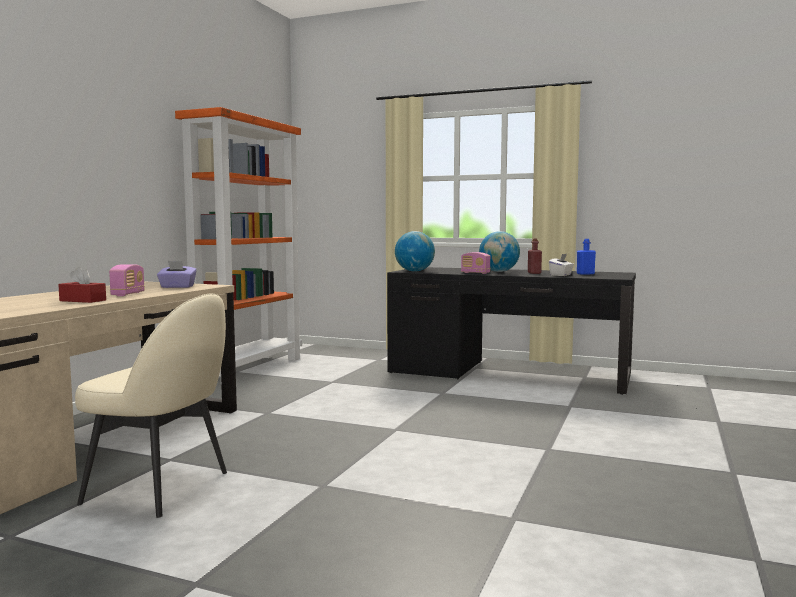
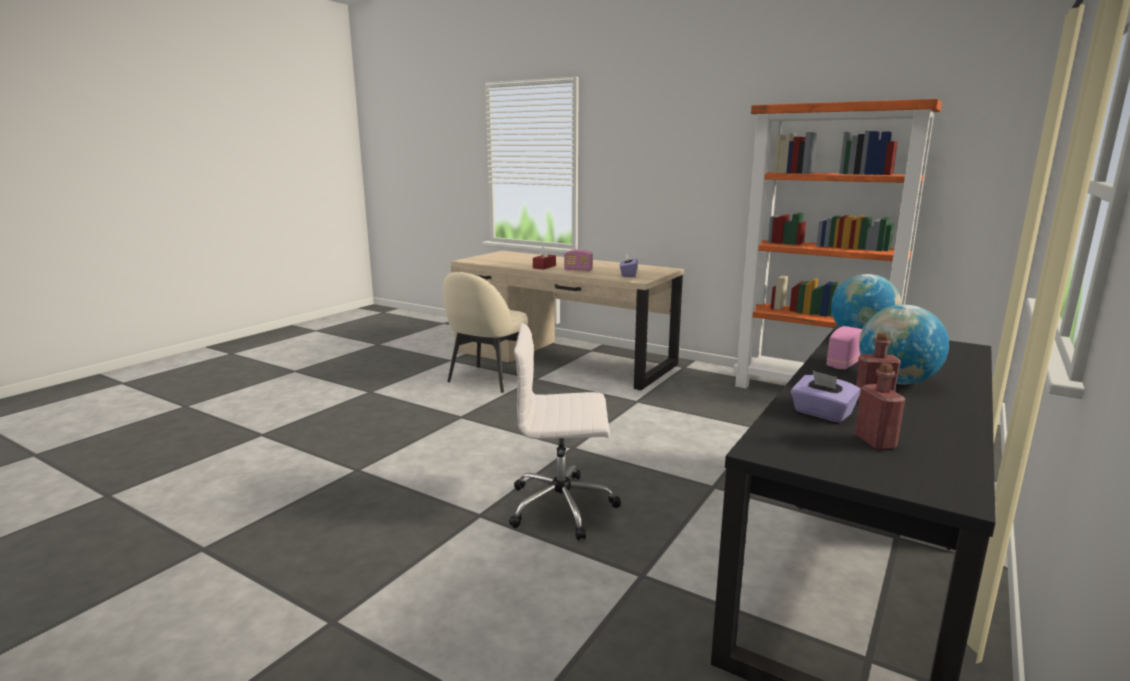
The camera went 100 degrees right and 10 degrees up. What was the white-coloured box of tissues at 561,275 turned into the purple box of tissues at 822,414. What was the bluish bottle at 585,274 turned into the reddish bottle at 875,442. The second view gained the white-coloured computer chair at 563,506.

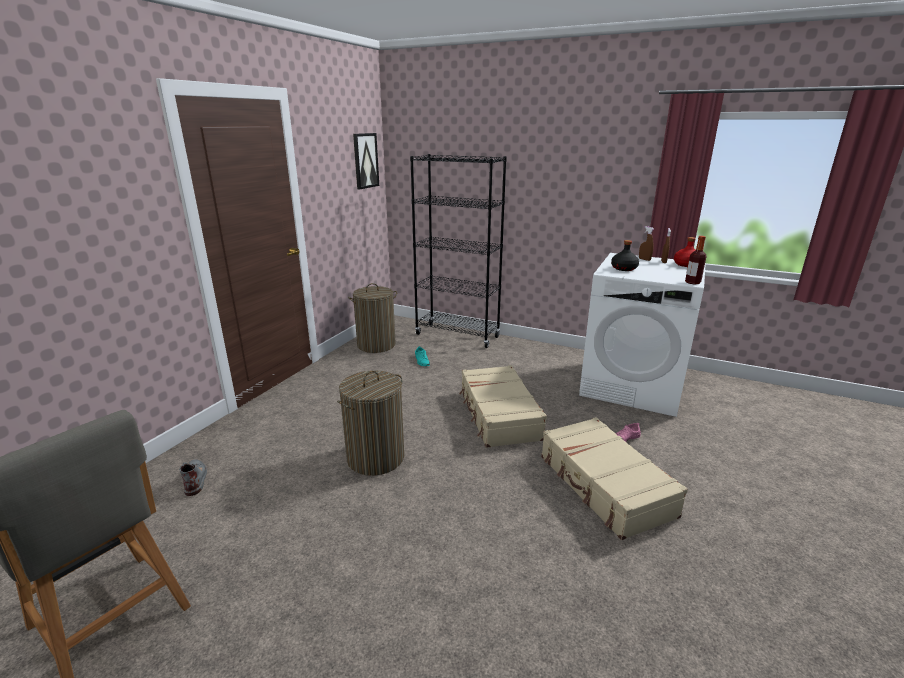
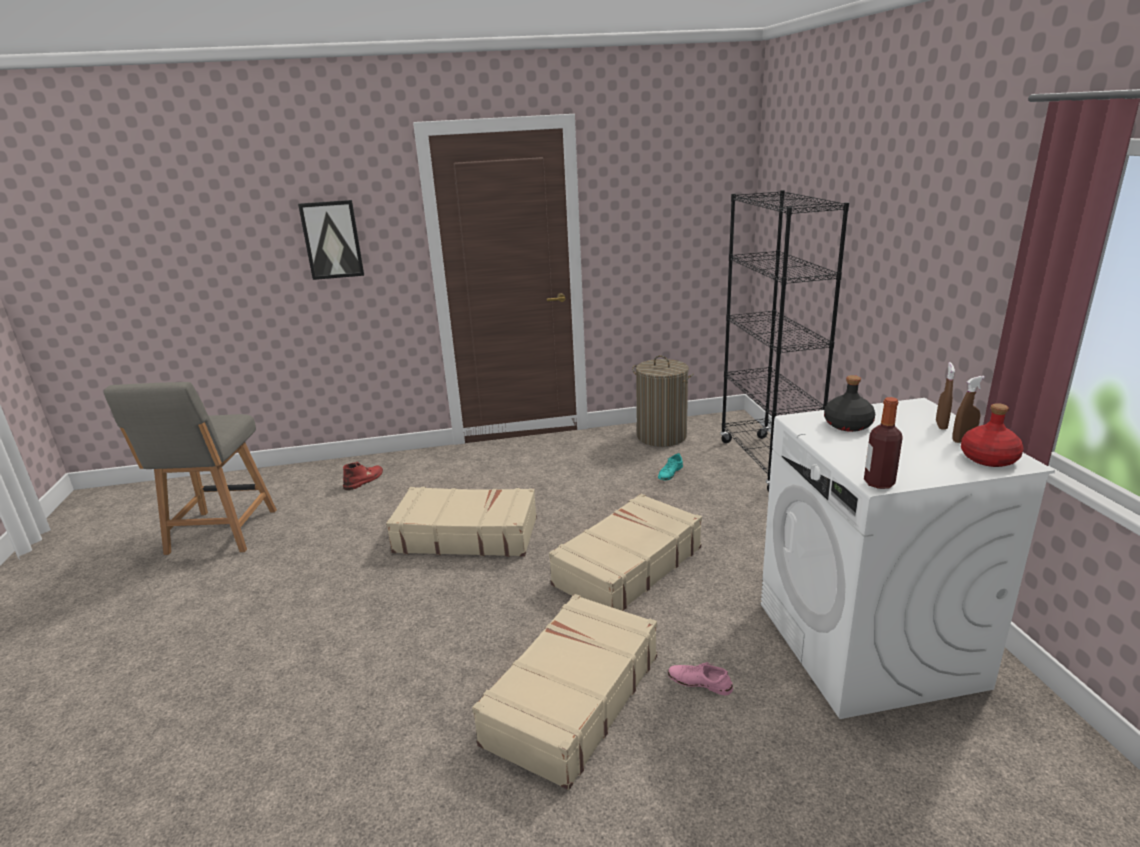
The camera went 55 degrees right and 0 degrees up. What was the gray high-top boot at 195,478 turned into the reddish high-top boot at 364,480. Where the hamper stood at 375,458, the sand-coloured piece of luggage came to stand at 466,534. The wall picture ended up elsewhere, having gone from 365,160 to 332,240.

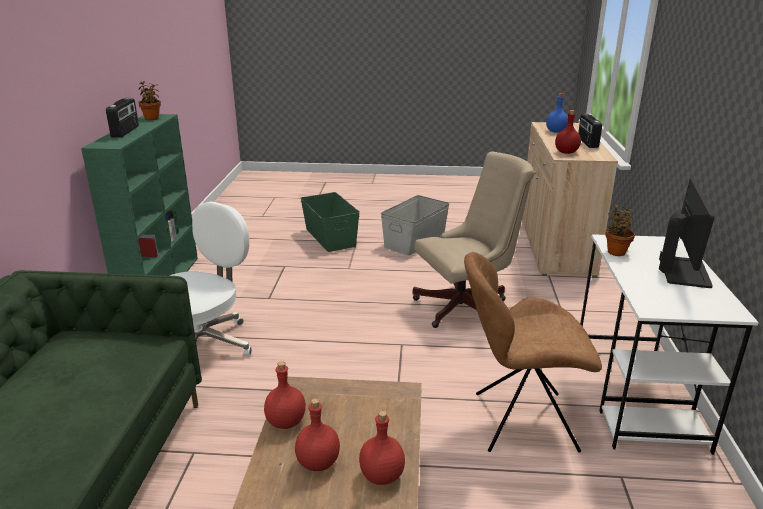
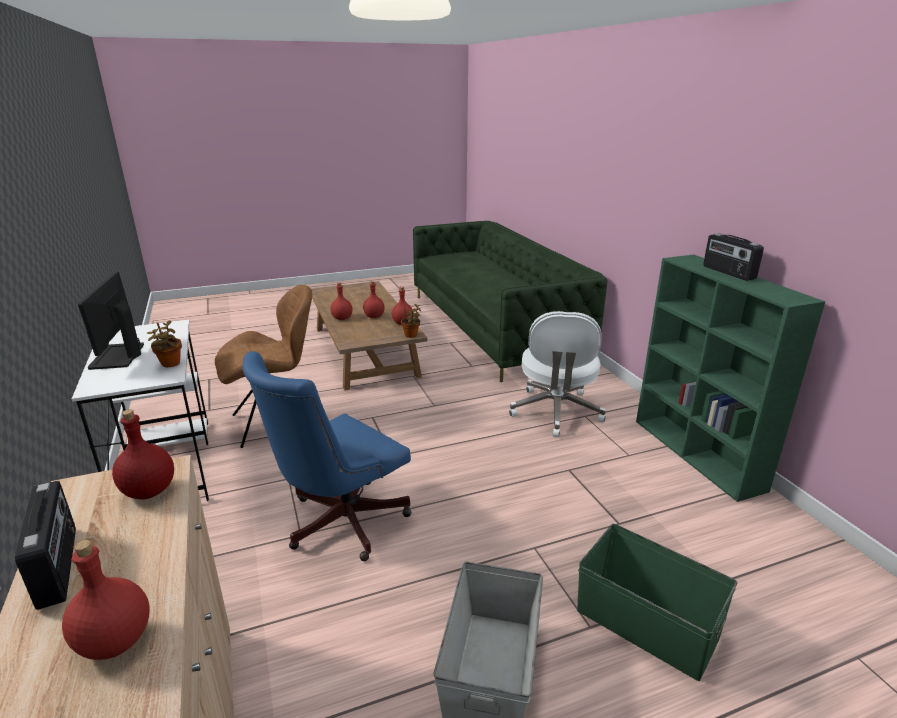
The camera went 155 degrees right and 0 degrees up. The houseplant ended up elsewhere, having gone from 152,118 to 411,335. What was the sand-coloured computer chair at 467,307 turned into the bluish computer chair at 339,523. What was the bluish bottle at 555,131 turned into the reddish bottle at 117,640.

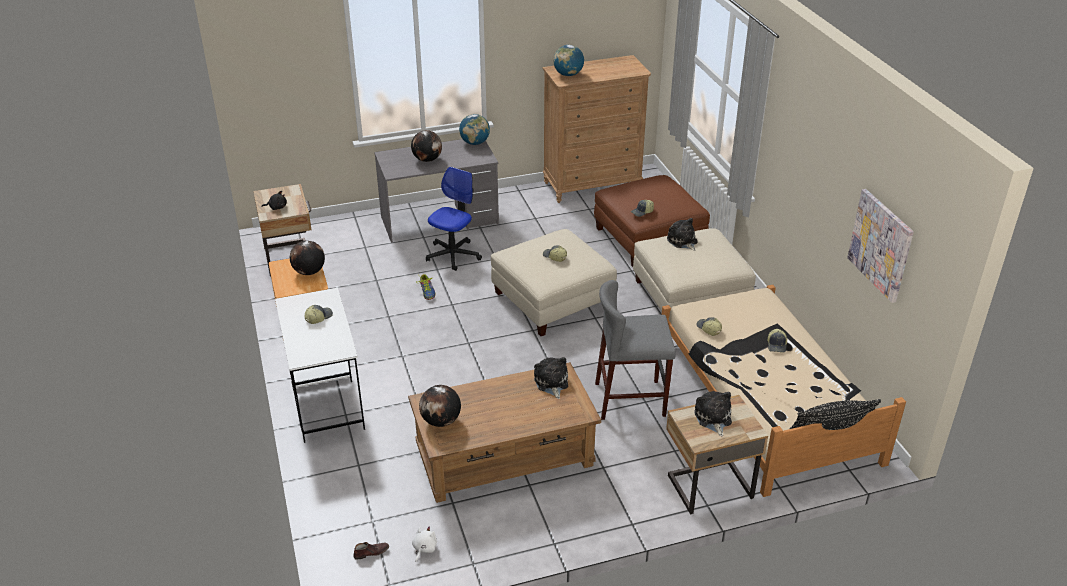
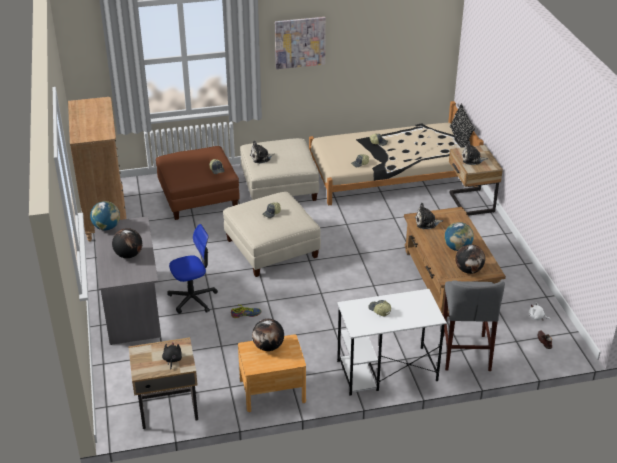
The camera went 85 degrees left and 0 degrees up. The computer chair at 453,255 ended up facing another way, 120 degrees clockwise from before. The globe ended up elsewhere, having gone from 568,74 to 457,248. The gray stool ended up elsewhere, having gone from 630,399 to 465,352. The wall picture ended up elsewhere, having gone from 881,245 to 300,42.

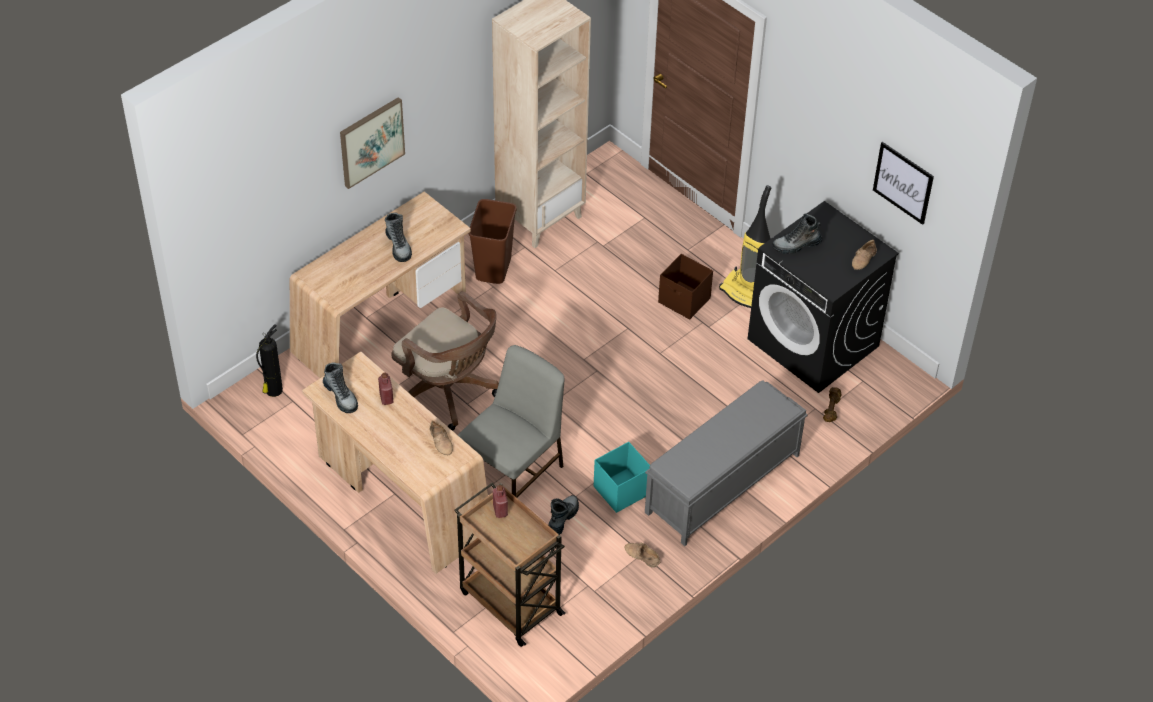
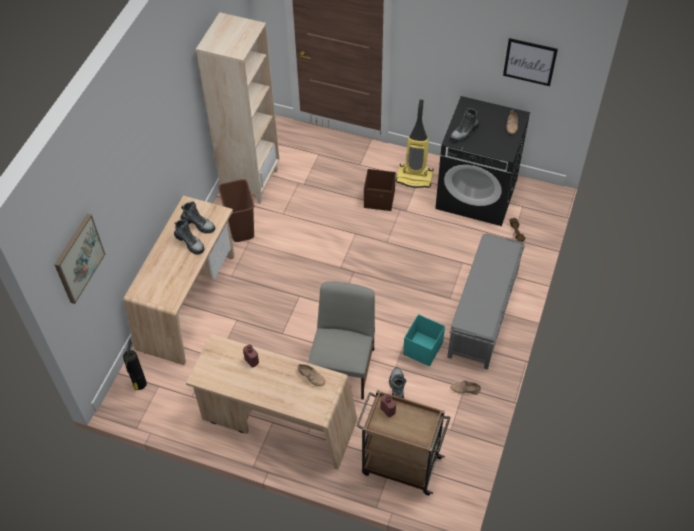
The camera went 25 degrees left and 5 degrees up. The high-top boot ended up elsewhere, having gone from 341,396 to 198,224. The wall picture ended up elsewhere, having gone from 371,141 to 78,258. The second view lost the brown computer chair at 448,393.

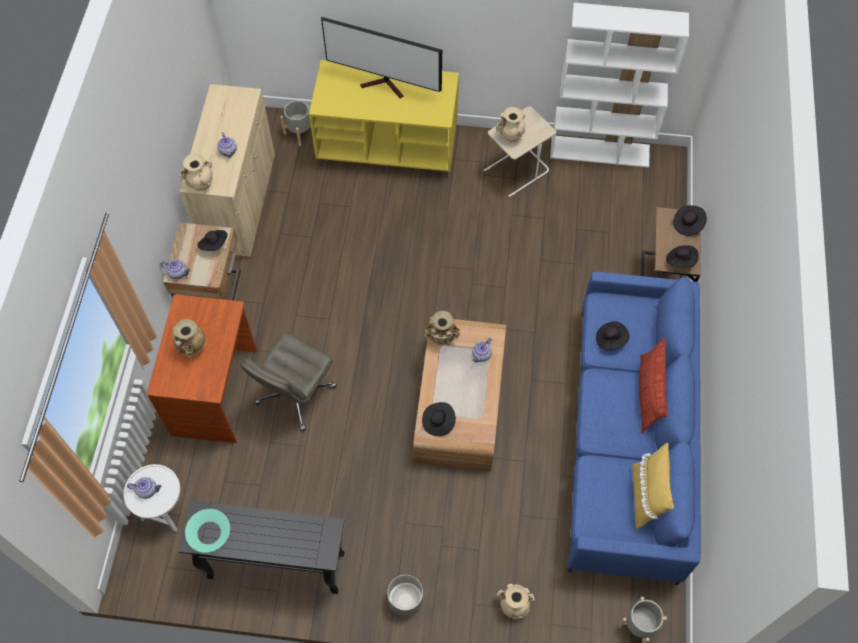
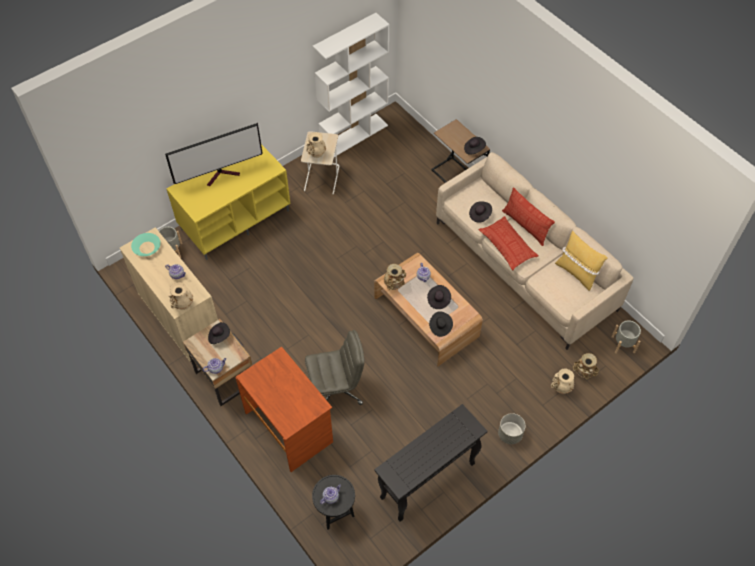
The camera went 45 degrees left and 5 degrees down. What was the white-coloured side table at 165,510 turned into the blackish side table at 335,511. The sand-coloured decorative vase ended up elsewhere, having gone from 192,348 to 583,374. The blue-green deep dish ended up elsewhere, having gone from 209,532 to 147,247. The gray computer chair at 295,395 ended up facing another way, 90 degrees counterclockwise from before. What was the bluish couch at 626,440 turned into the sand-coloured couch at 524,266. The blackish hat ended up elsewhere, having gone from 687,224 to 438,300. The second view gained the cushion at 507,245.

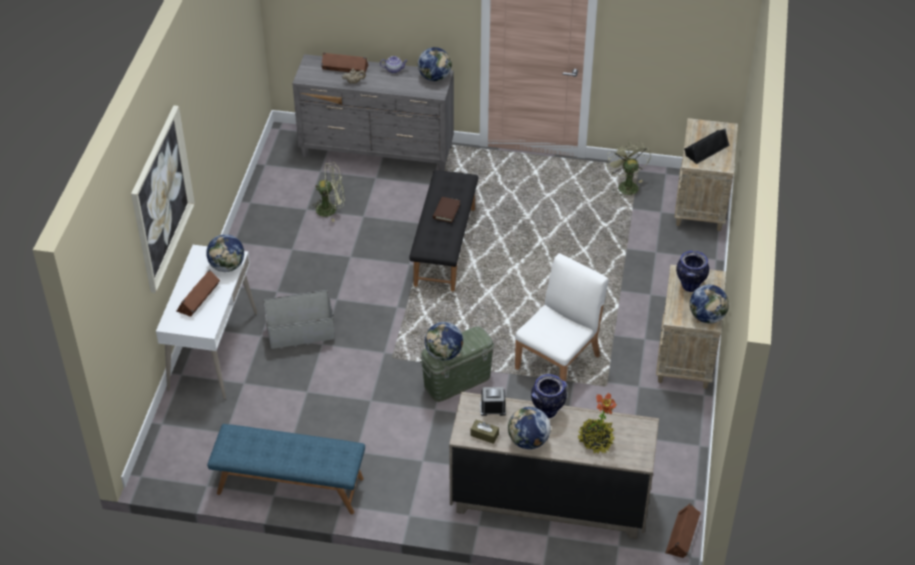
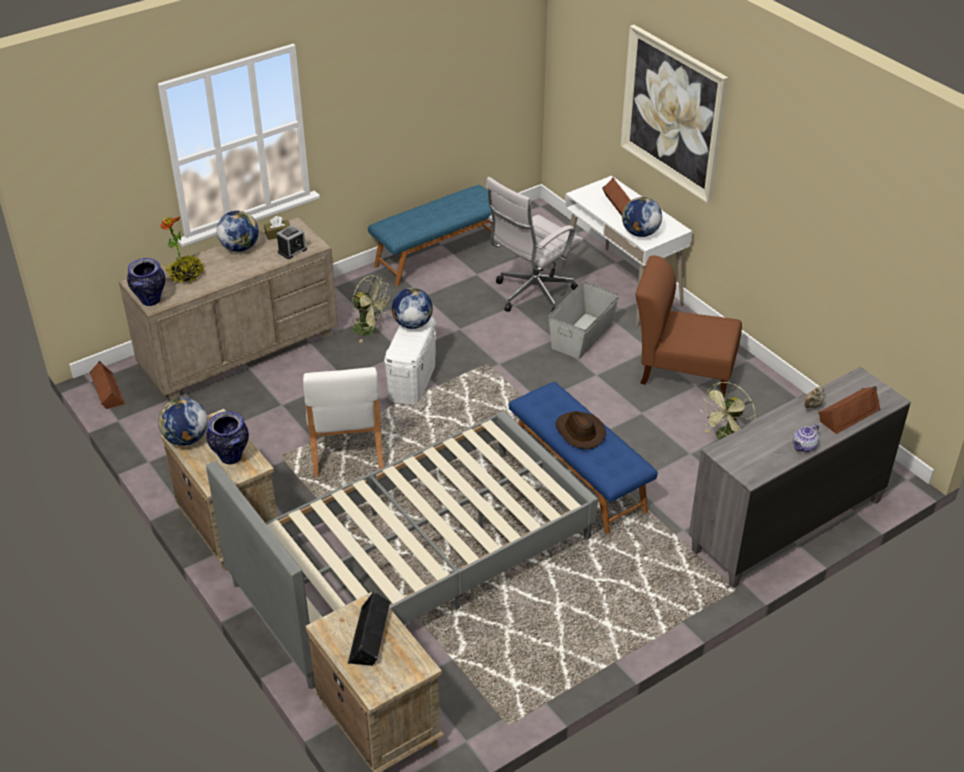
The camera went 135 degrees right and 5 degrees down. What was the blackish indoor bench at 445,247 turned into the bluish indoor bench at 577,478. The second view lost the globe at 435,77. What was the green storage container at 457,381 turned into the white-coloured storage container at 412,381. Where the brown volume stood at 446,211, the brown hat came to stand at 579,432. The decorative vase ended up elsewhere, having gone from 547,411 to 150,301. The green electric fan ended up elsewhere, having gone from 625,185 to 370,330. The second view gained the gray bed at 414,561. The second view gained the white-coloured computer chair at 531,295. The second view gained the brown upright chair at 682,370.

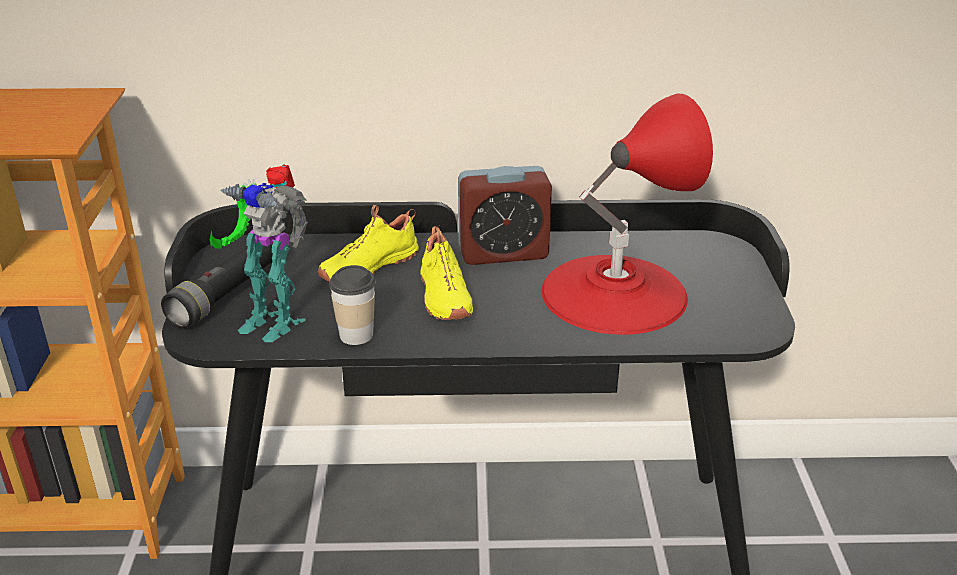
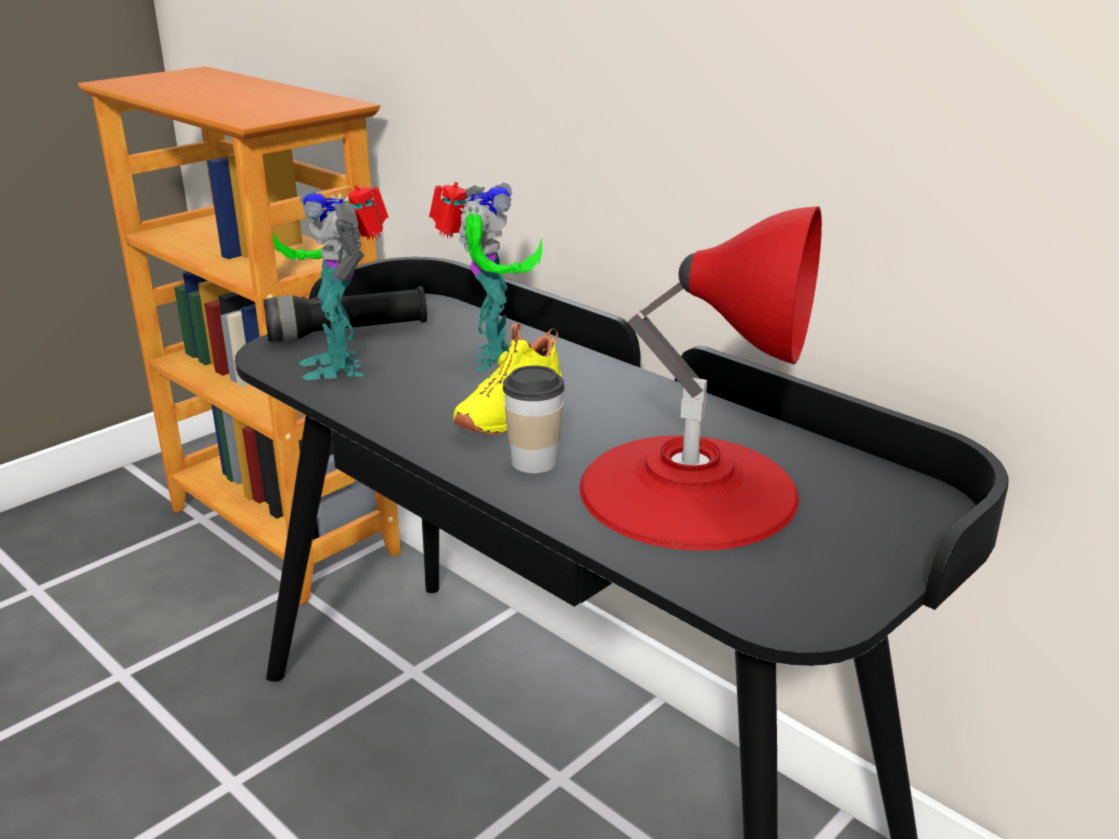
The camera went 45 degrees right and 5 degrees down. Where the yellow-coloured shoe stood at 368,267, the toy robot came to stand at 494,359. The small cup ended up elsewhere, having gone from 356,335 to 534,462. The second view lost the table clock at 503,253.

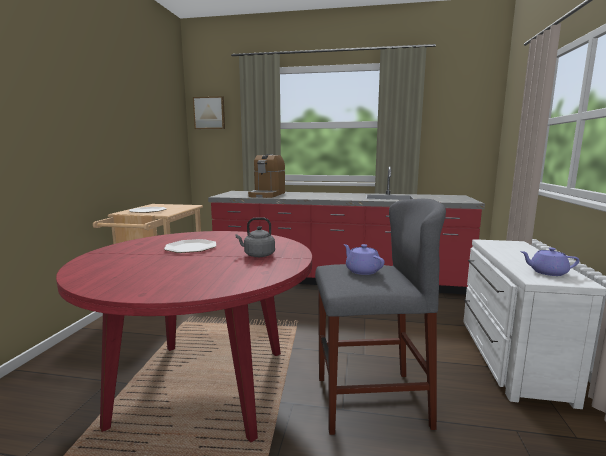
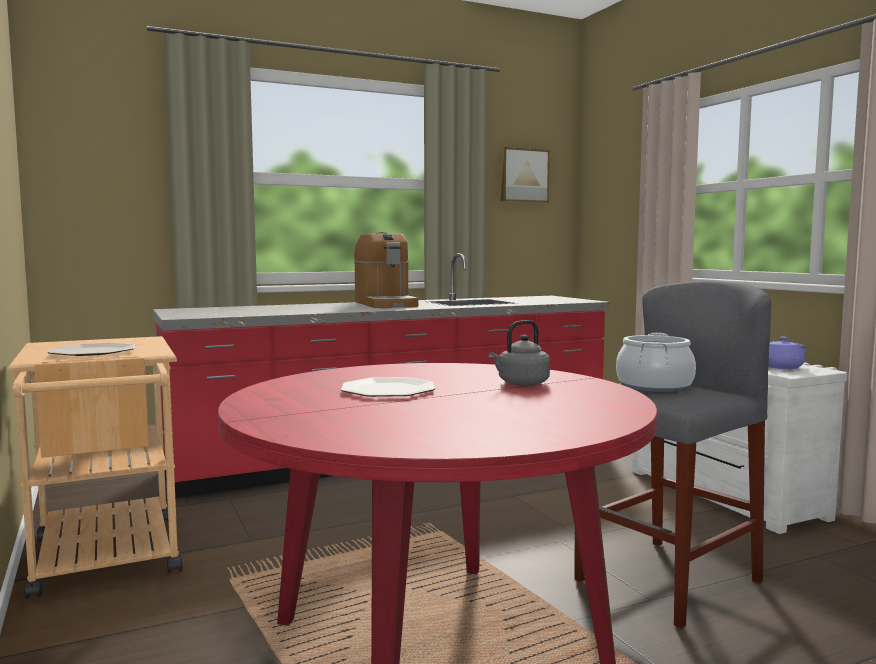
The camera went 35 degrees left and 5 degrees down. The wall picture ended up elsewhere, having gone from 209,113 to 523,175. The coffee maker ended up elsewhere, having gone from 267,194 to 386,304. Where the purple tea pot stood at 362,270, the saucepot came to stand at 654,386.

